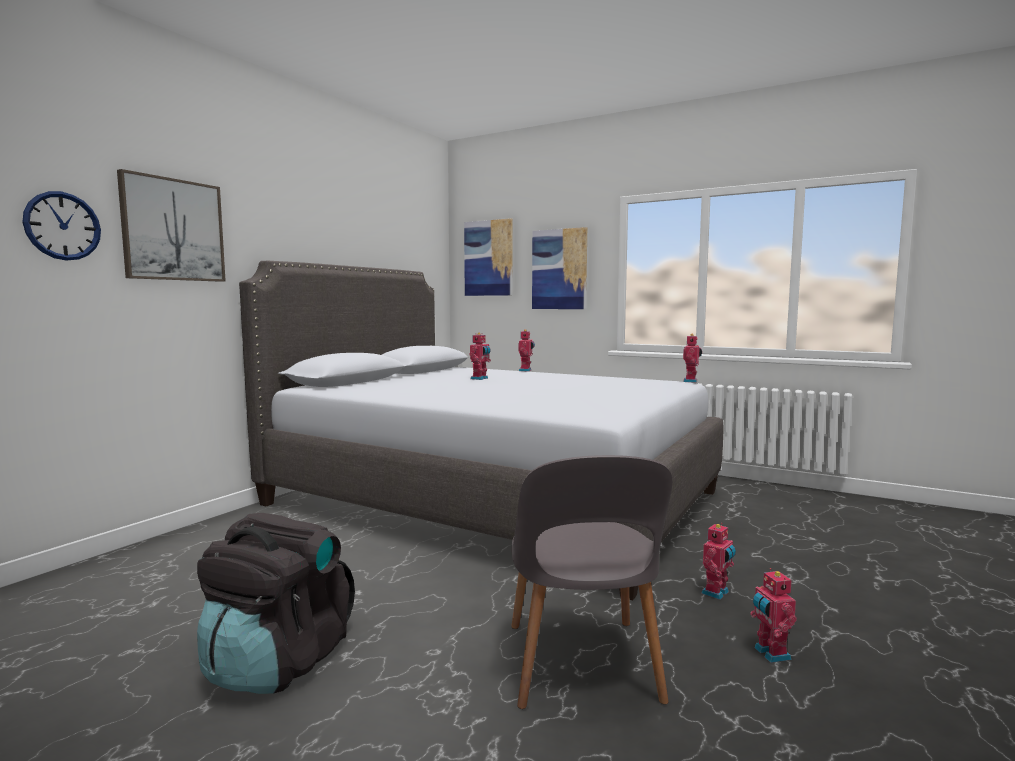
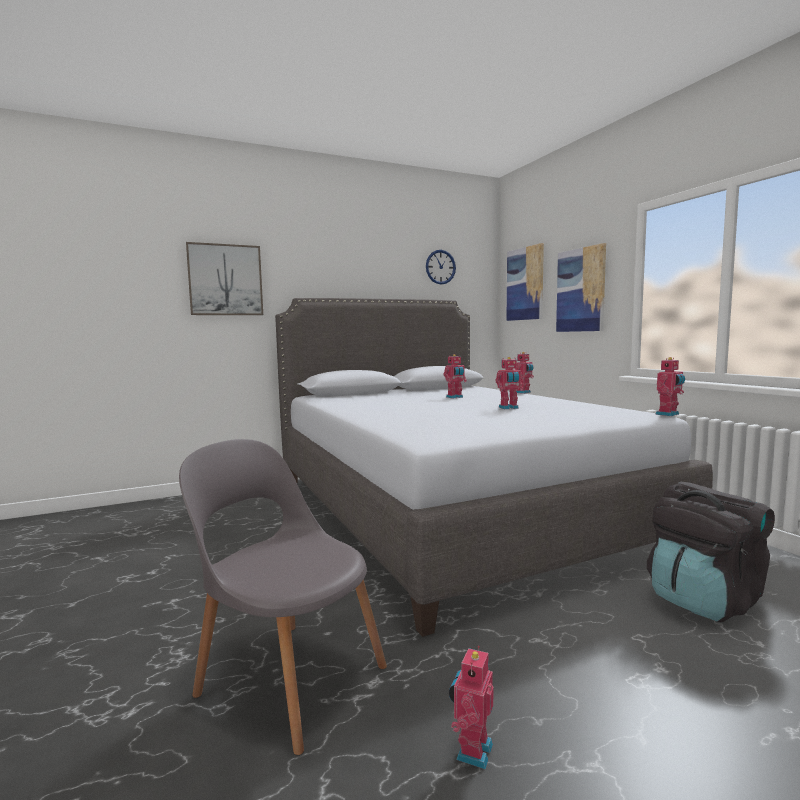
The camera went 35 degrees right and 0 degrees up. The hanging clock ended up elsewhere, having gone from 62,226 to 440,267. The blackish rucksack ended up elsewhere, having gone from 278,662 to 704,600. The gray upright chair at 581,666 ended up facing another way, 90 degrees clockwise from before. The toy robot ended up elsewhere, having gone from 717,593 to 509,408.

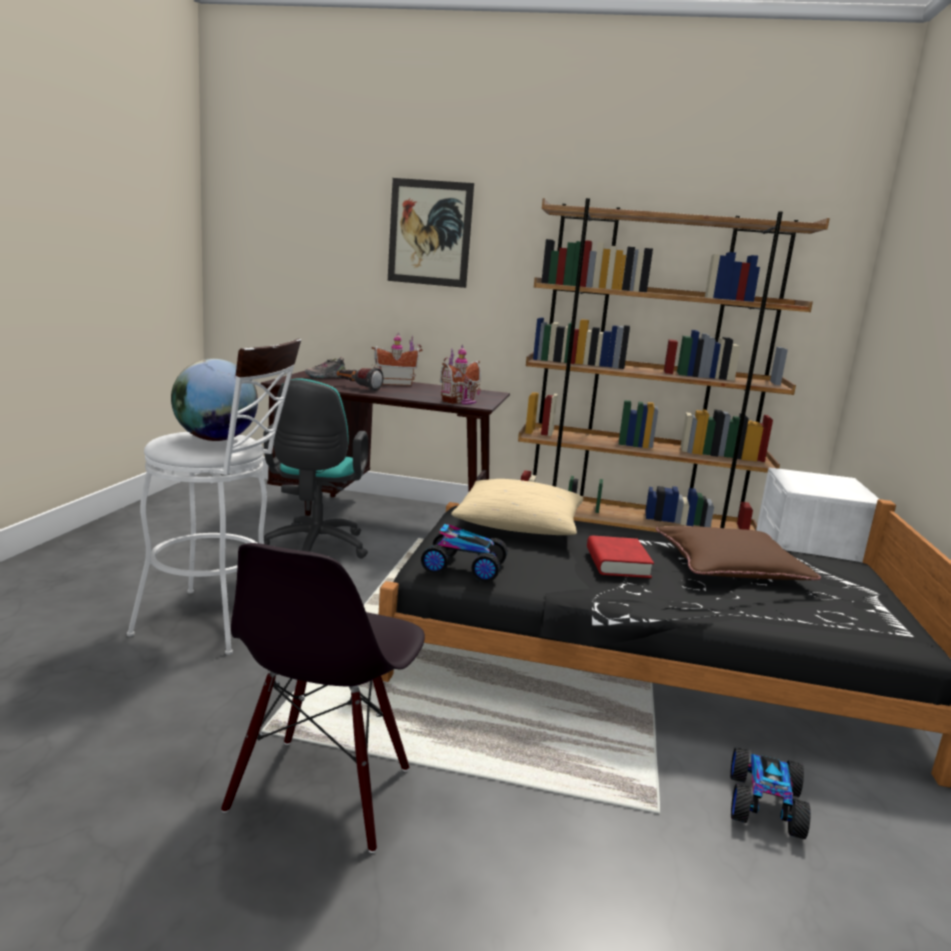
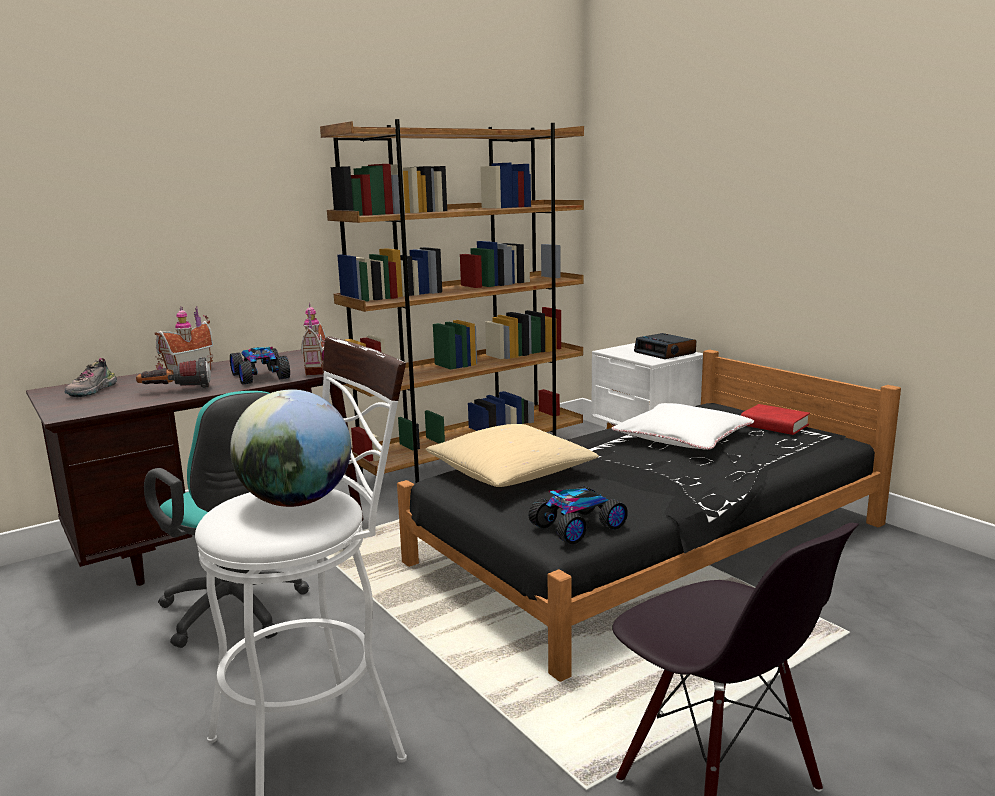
The camera went 45 degrees left and 0 degrees up. The second view lost the wall picture at 430,233. The reddish volume ended up elsewhere, having gone from 617,563 to 774,425. What was the brown cushion at 730,566 turned into the white-coloured cushion at 682,437. The toy car ended up elsewhere, having gone from 766,804 to 261,376. The second view gained the table clock at 665,353.

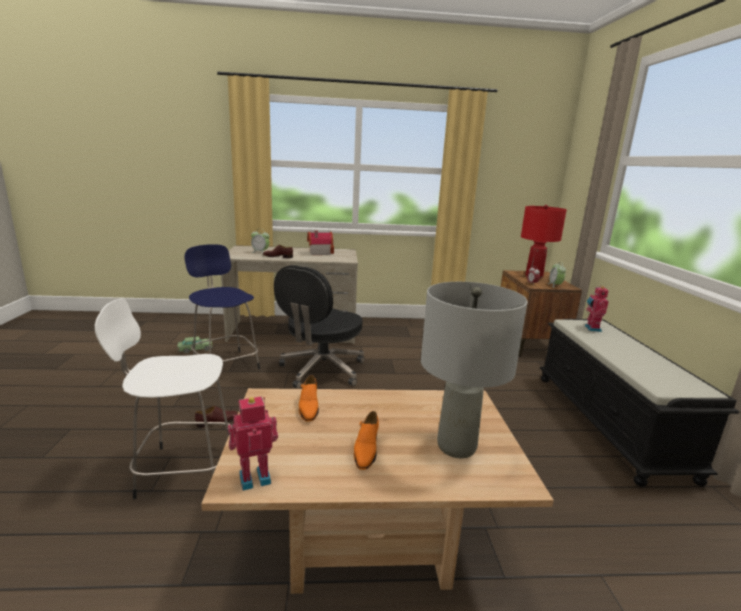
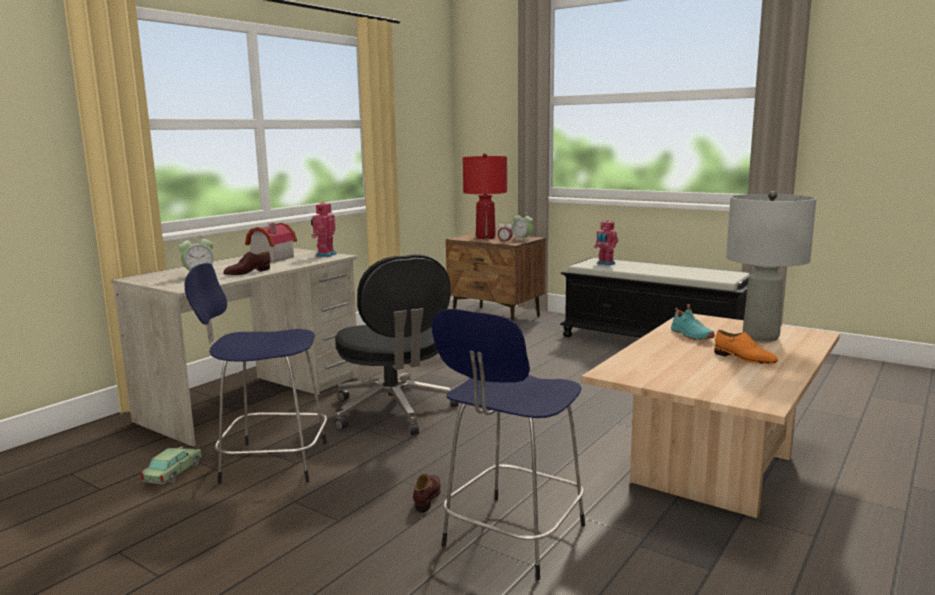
The camera went 50 degrees left and 5 degrees down. What was the white-coloured stool at 182,470 turned into the bluish stool at 511,538. The toy robot ended up elsewhere, having gone from 254,477 to 325,255. The second view lost the orange-coloured shoe at 308,407. The second view gained the blue-green shoe at 690,336.

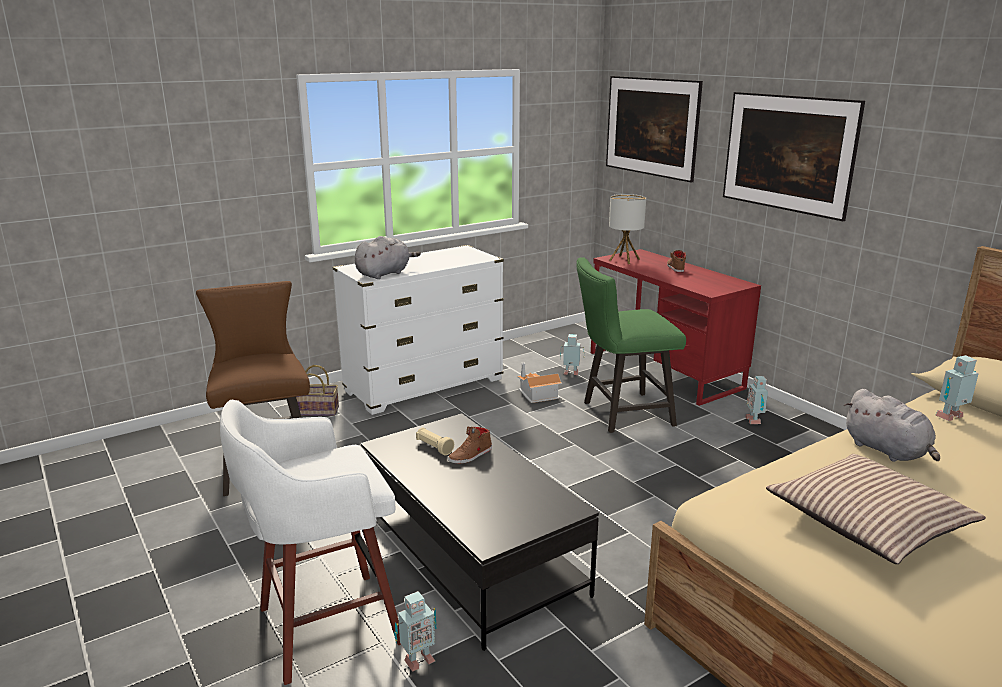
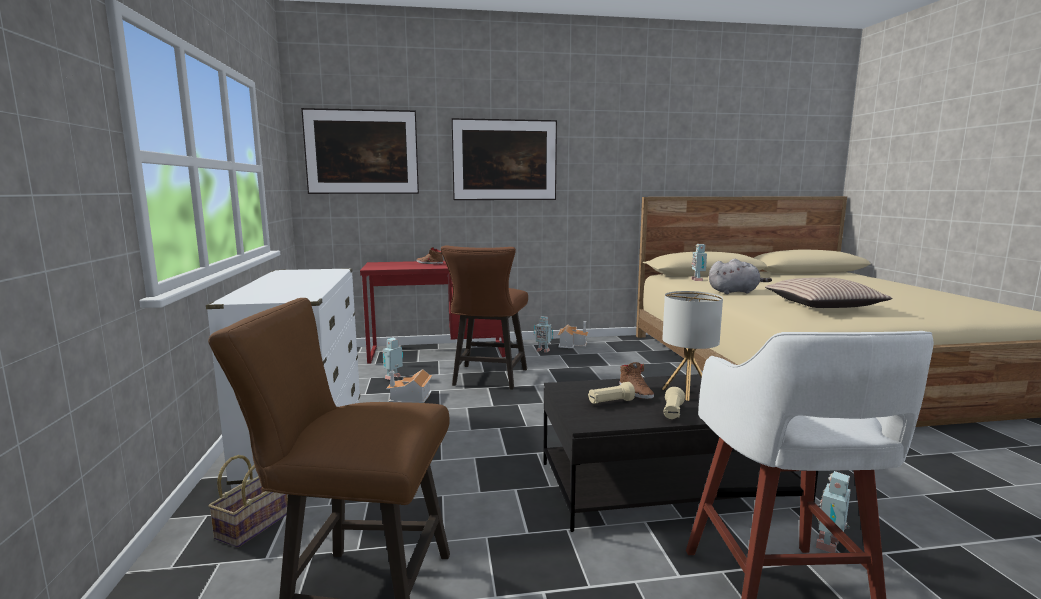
The camera went 65 degrees left and 10 degrees down. The second view lost the gray cuddly toy at 385,273. The toy robot at 417,660 ended up facing another way, 135 degrees counterclockwise from before. What was the green stool at 621,414 turned into the brown stool at 488,379. The tabletop lamp ended up elsewhere, having gone from 624,260 to 687,391. The second view gained the miniature house at 572,344. The second view gained the sand-coloured hand torch at 672,412.

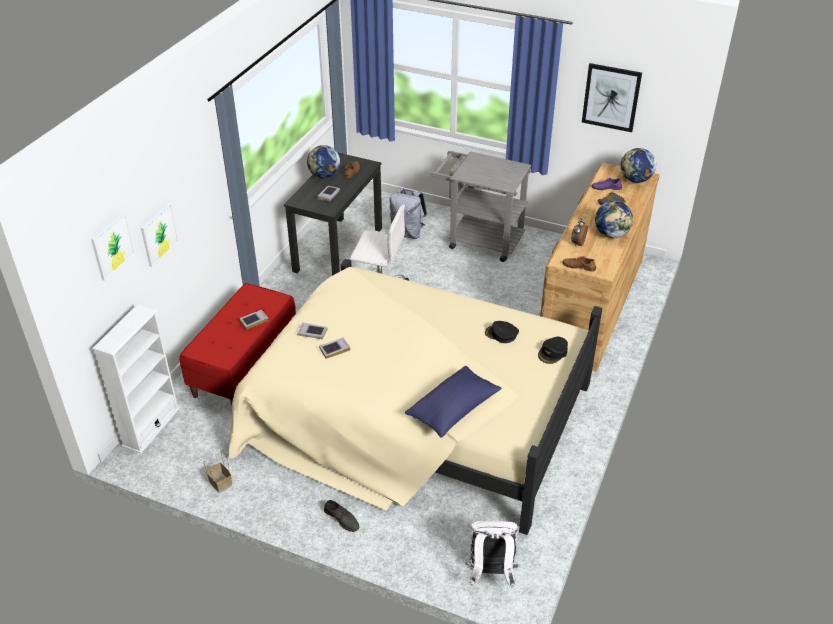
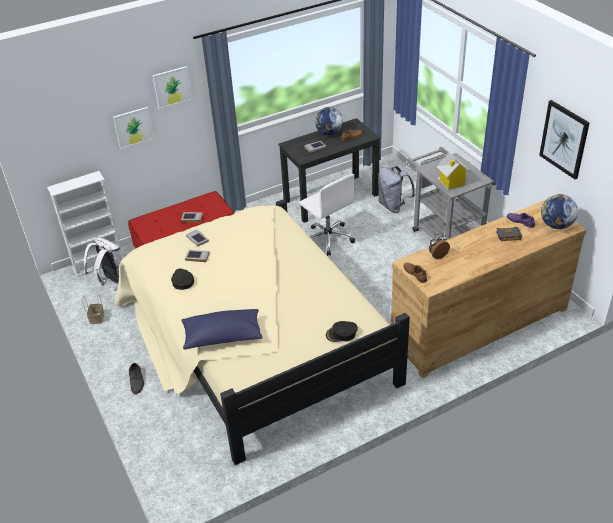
The camera went 40 degrees right and 0 degrees up. The wall picture ended up elsewhere, having gone from 112,246 to 172,87. The white-coloured rucksack ended up elsewhere, having gone from 490,574 to 110,280. The blackish baseball cap ended up elsewhere, having gone from 501,334 to 182,281. The second view lost the globe at 611,234. The second view gained the miniature house at 451,183.

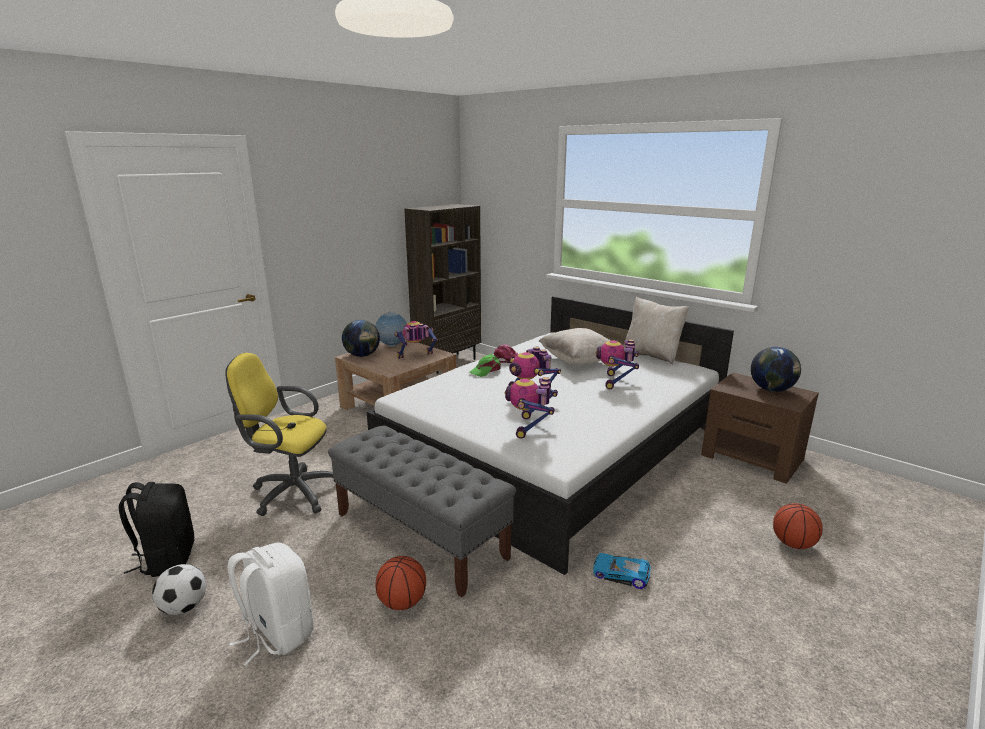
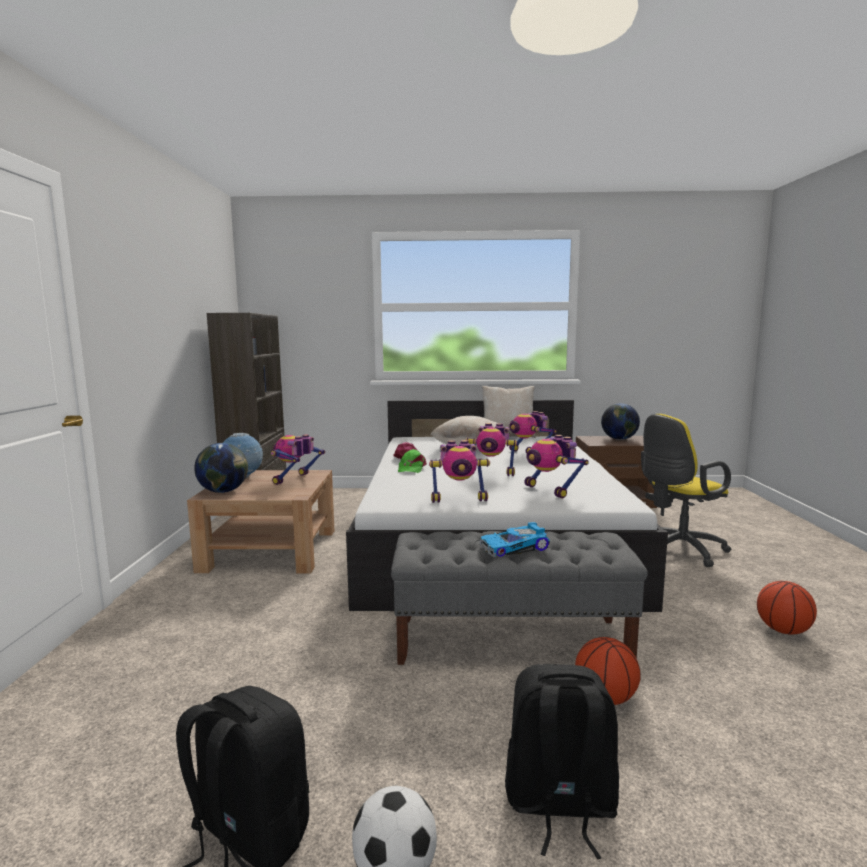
The camera went 40 degrees left and 10 degrees down. The yellow-coloured computer chair ended up elsewhere, having gone from 292,492 to 677,550. What was the white-coloured rucksack at 277,633 turned into the blackish rucksack at 559,805. The toy car ended up elsewhere, having gone from 620,575 to 514,548. The basketball ball ended up elsewhere, having gone from 793,544 to 782,630. The second view gained the toy robot at 459,499.

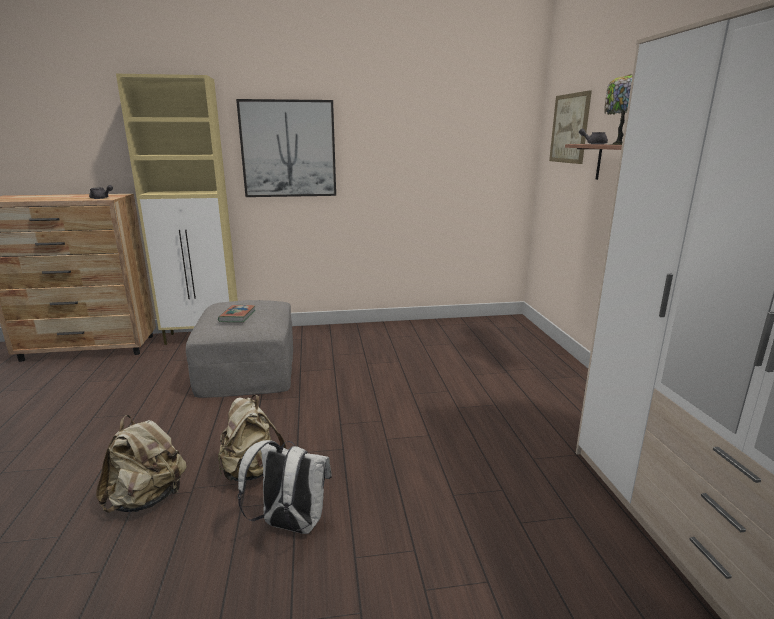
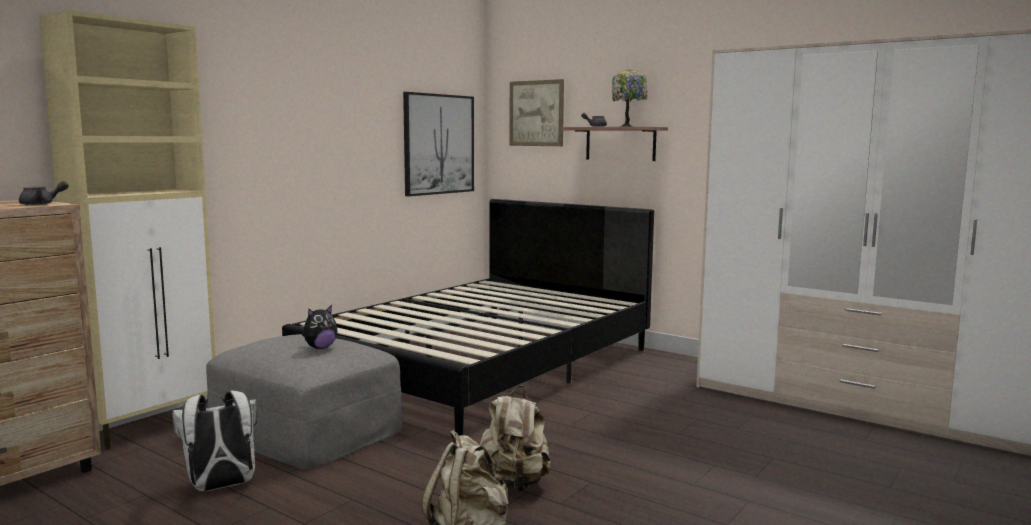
The camera went 45 degrees left and 10 degrees down. Where the volume stood at 237,316, the cuddly toy came to stand at 320,347. The wall picture ended up elsewhere, having gone from 288,149 to 439,144. The white-coloured rucksack ended up elsewhere, having gone from 290,525 to 221,487. The second view gained the blackish bed at 482,365.

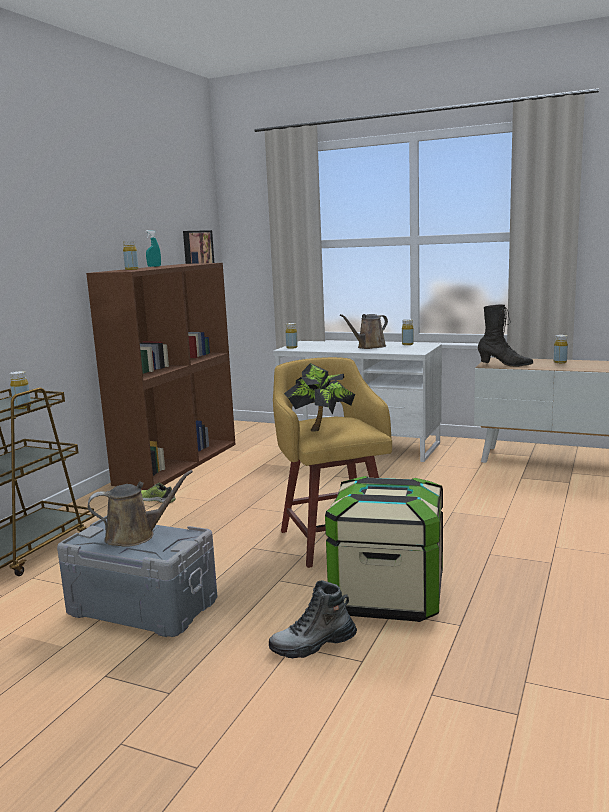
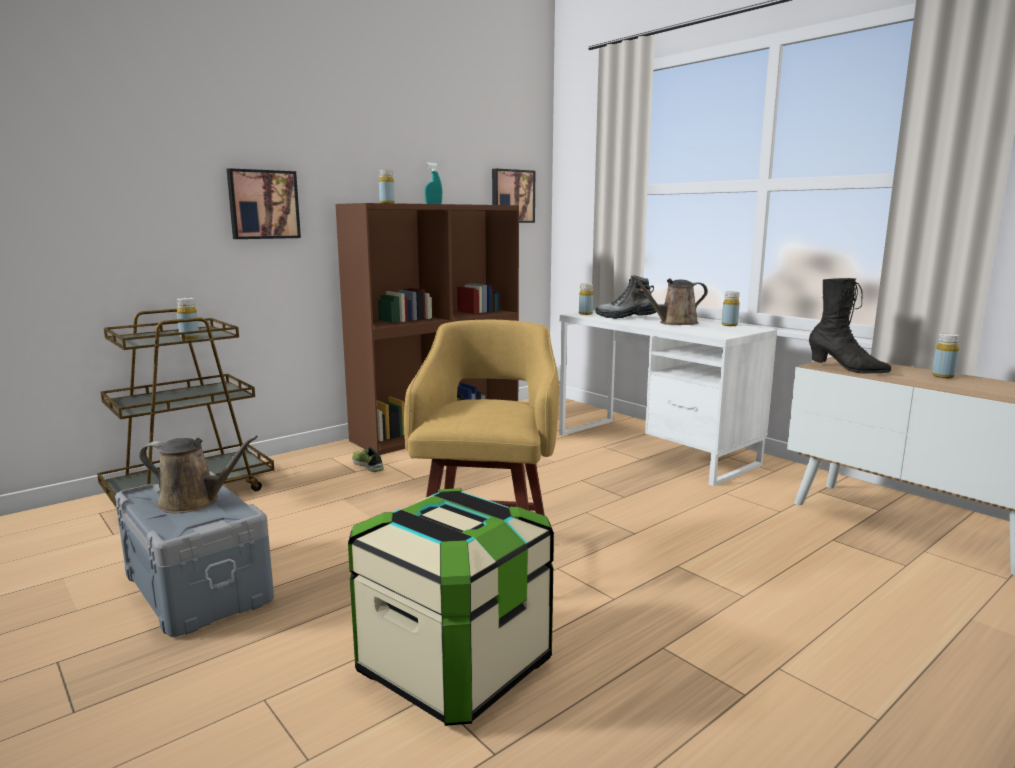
The camera went 25 degrees right and 0 degrees up. The high-top boot ended up elsewhere, having gone from 313,645 to 625,317. The second view lost the houseplant at 320,428. The second view gained the wall picture at 263,204.

